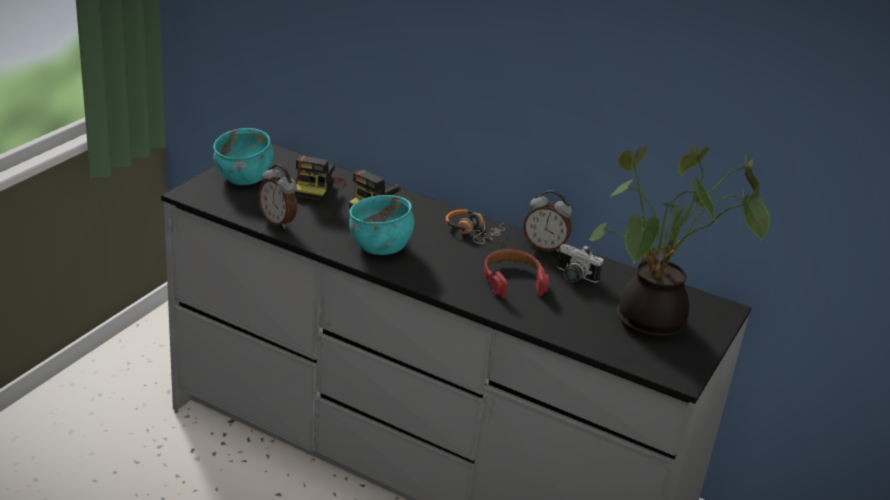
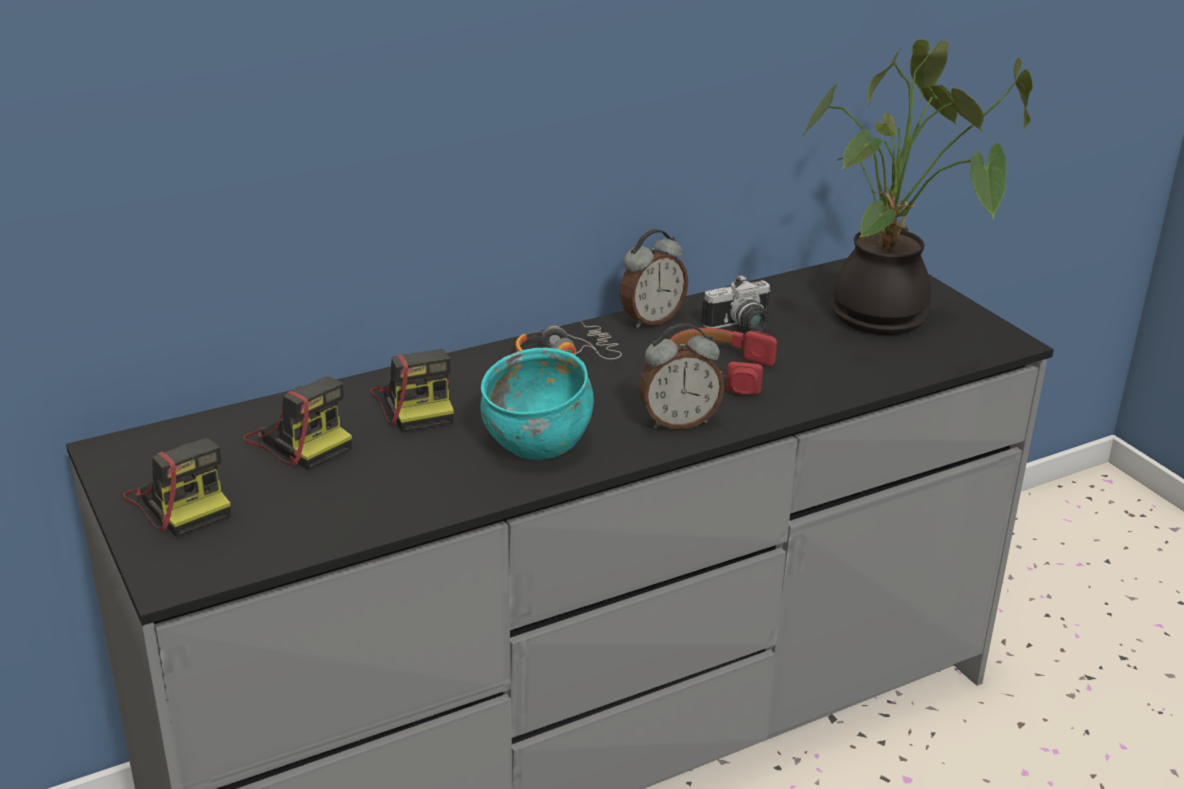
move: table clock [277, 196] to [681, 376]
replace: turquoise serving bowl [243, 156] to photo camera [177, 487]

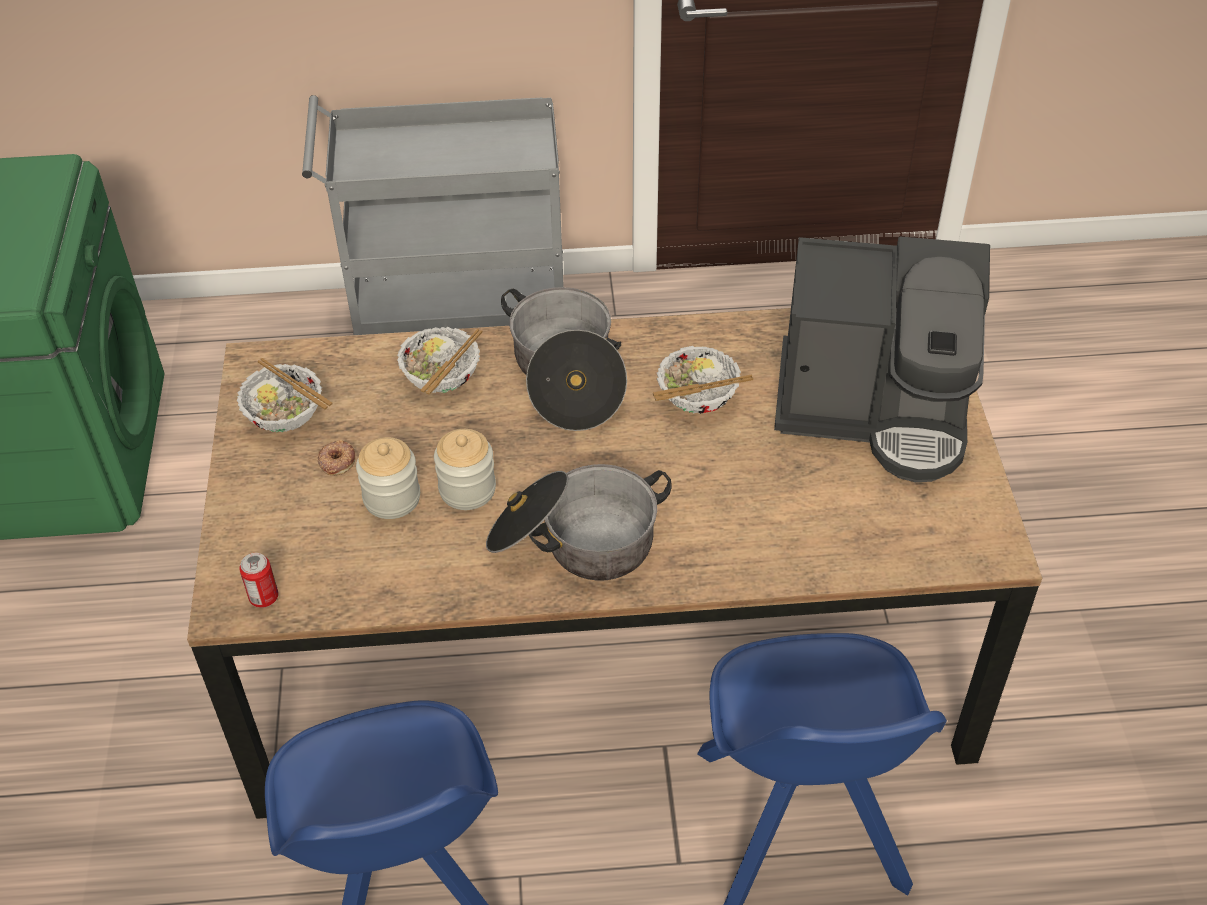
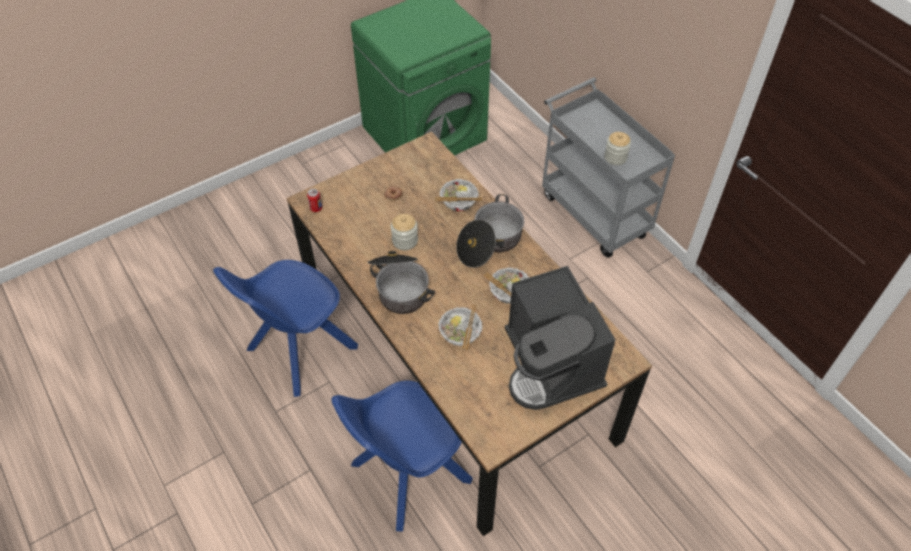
move: serving bowl [284, 395] to [460, 327]; preserve jar [388, 478] to [617, 148]

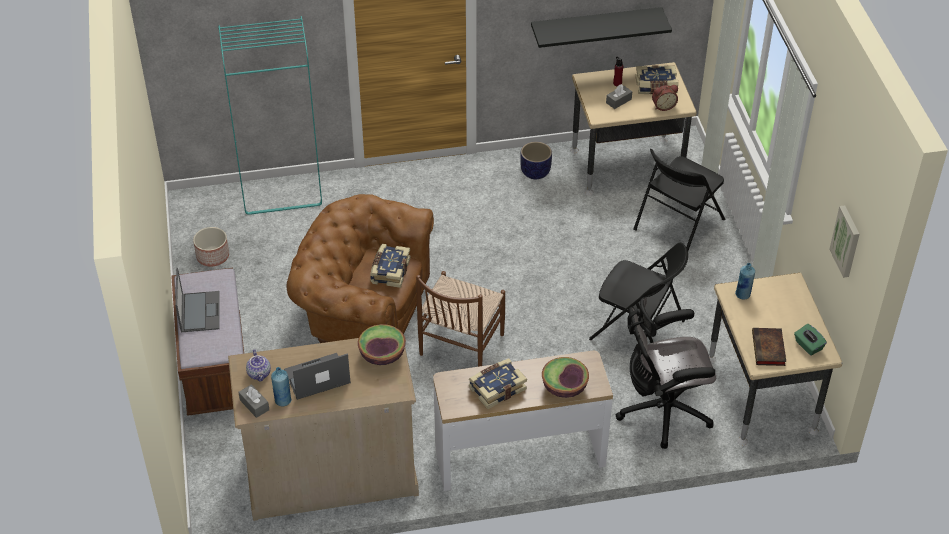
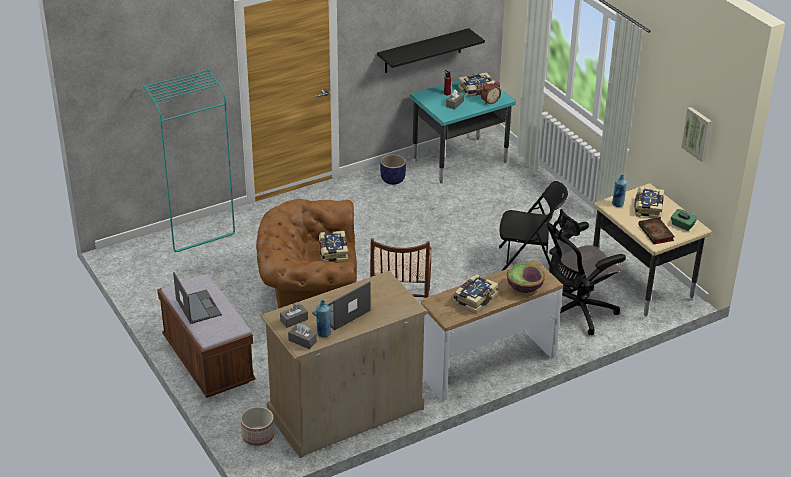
delete: serving bowl [382, 344]; blackish chair [679, 200]
insert: volume [649, 203]
move: flower pot [211, 246] to [257, 426]
replace: teapot [258, 365] to greyish box of tissues [294, 316]
recolor: beige-coloured desk table [633, 128] to turquoise desk table [462, 133]

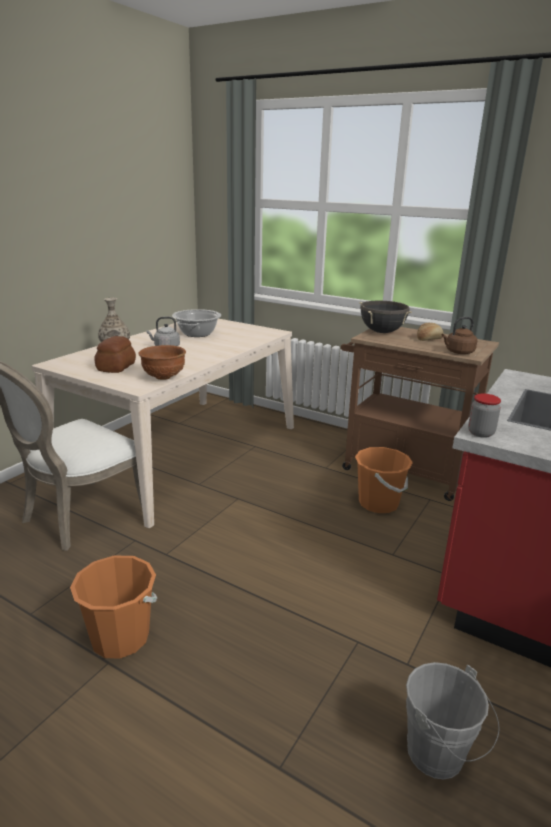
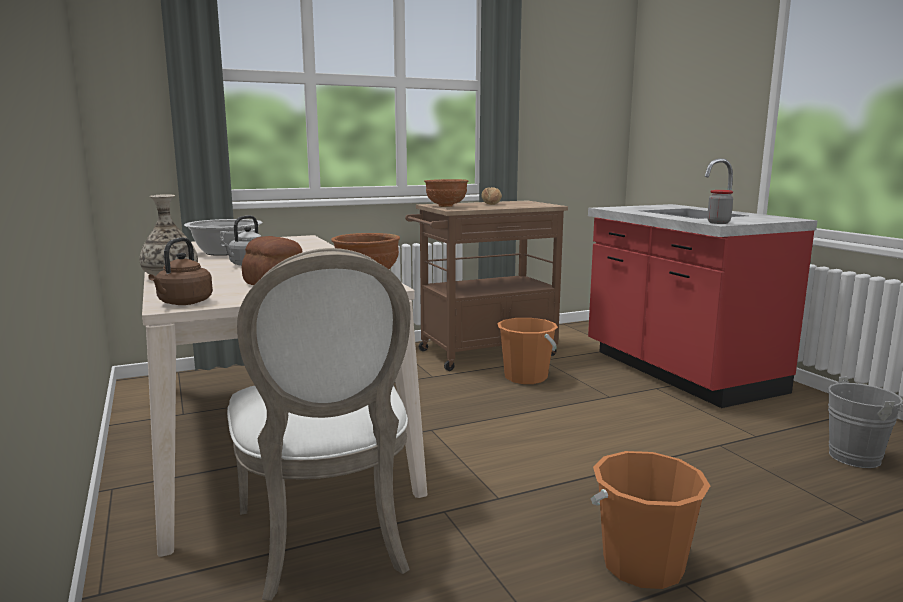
move: brown tea kettle [460, 335] to [180, 271]
replace: blackish stockpot [385, 317] to brown serving bowl [446, 193]

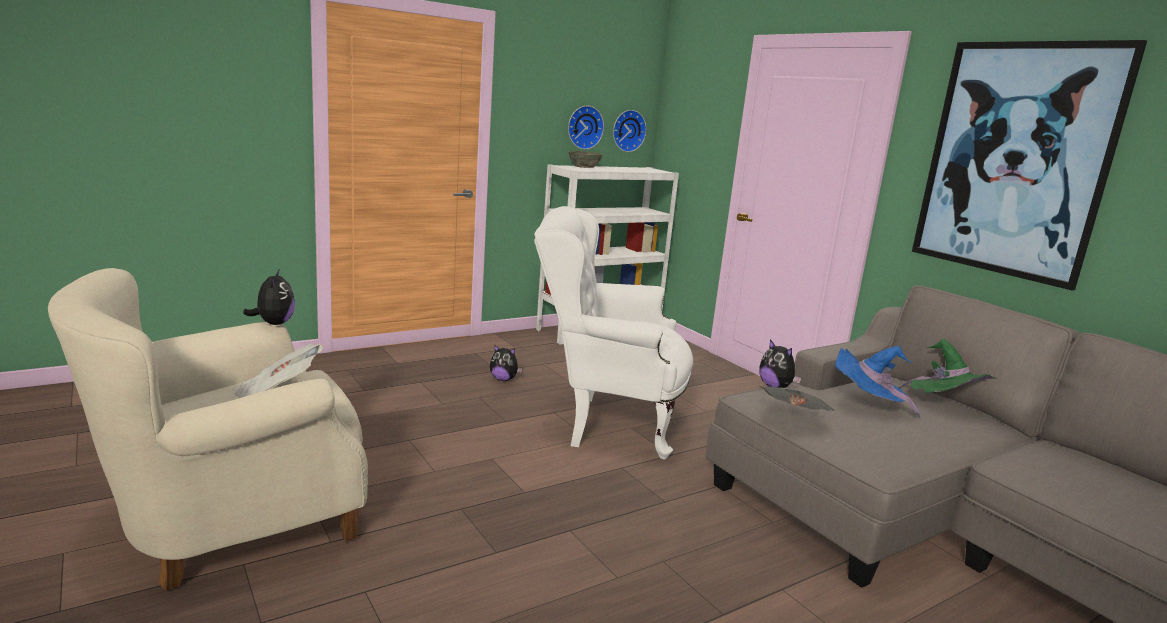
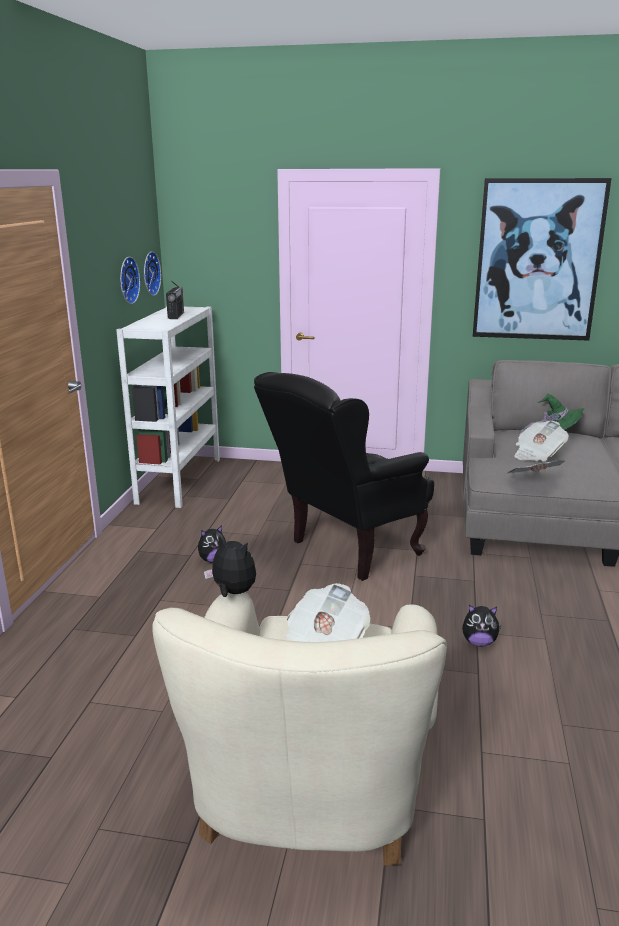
delete: greyish serving bowl [586, 159]
insert: radio receiver [175, 300]
move: plush toy [780, 363] to [481, 625]
replace: bluish wearable hat [878, 383] to newspaper [541, 441]
recolor: whitish armchair [613, 333] to blackish armchair [344, 476]

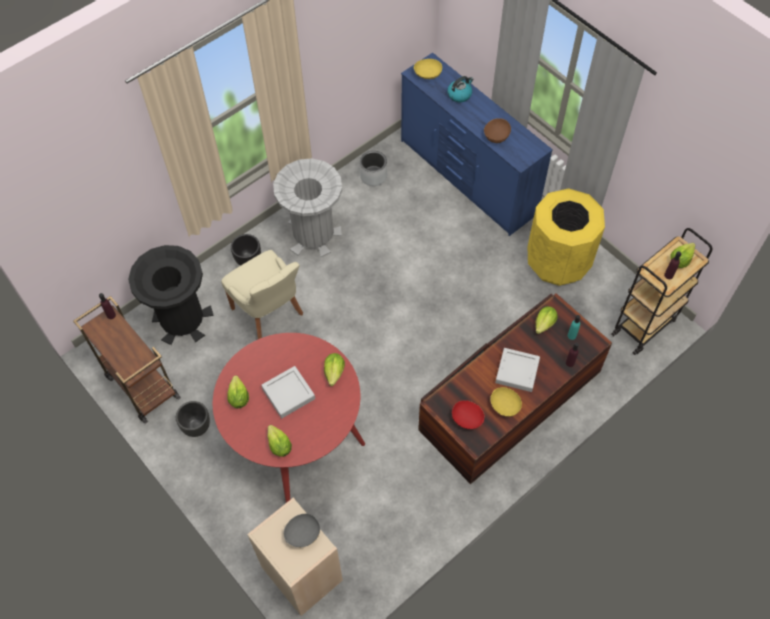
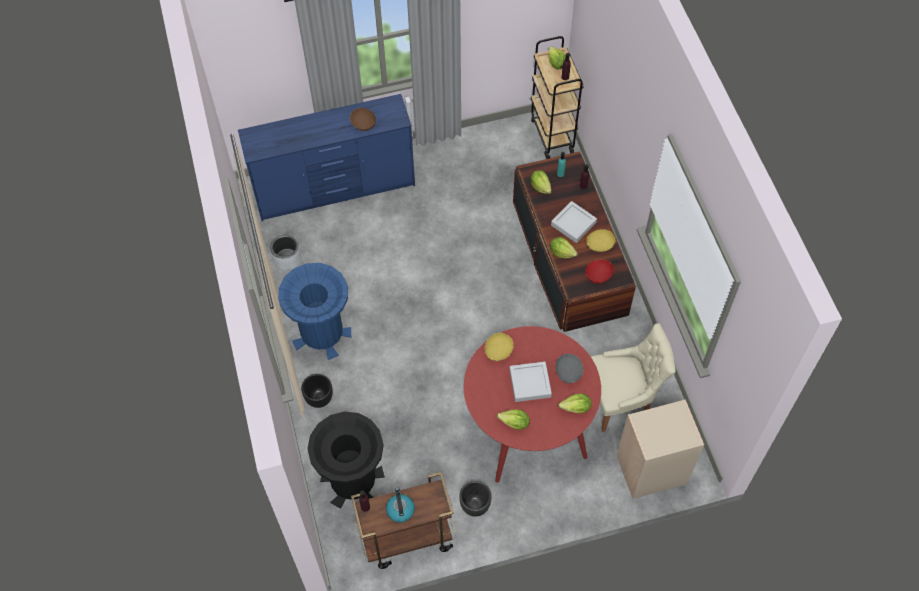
delete: yellow waste bin [566, 237]
move: tea kettle [460, 89] to [400, 505]; yellow serving bowl [428, 69] to [499, 347]; lettuce [334, 369] to [564, 247]; greyish serving bowl [302, 531] to [569, 368]; beige-coloured chair [262, 294] to [633, 377]
recolor: greyish waste bin [307, 207] to bluish waste bin [314, 311]

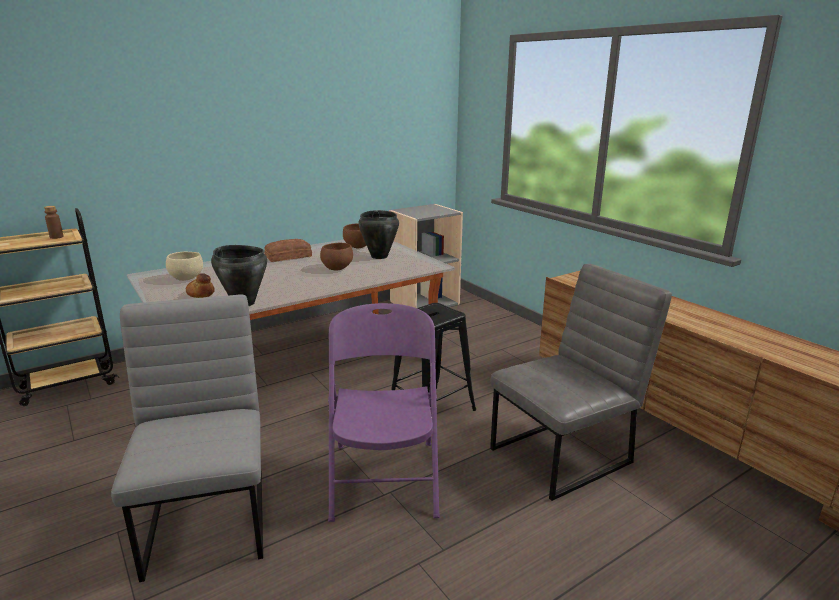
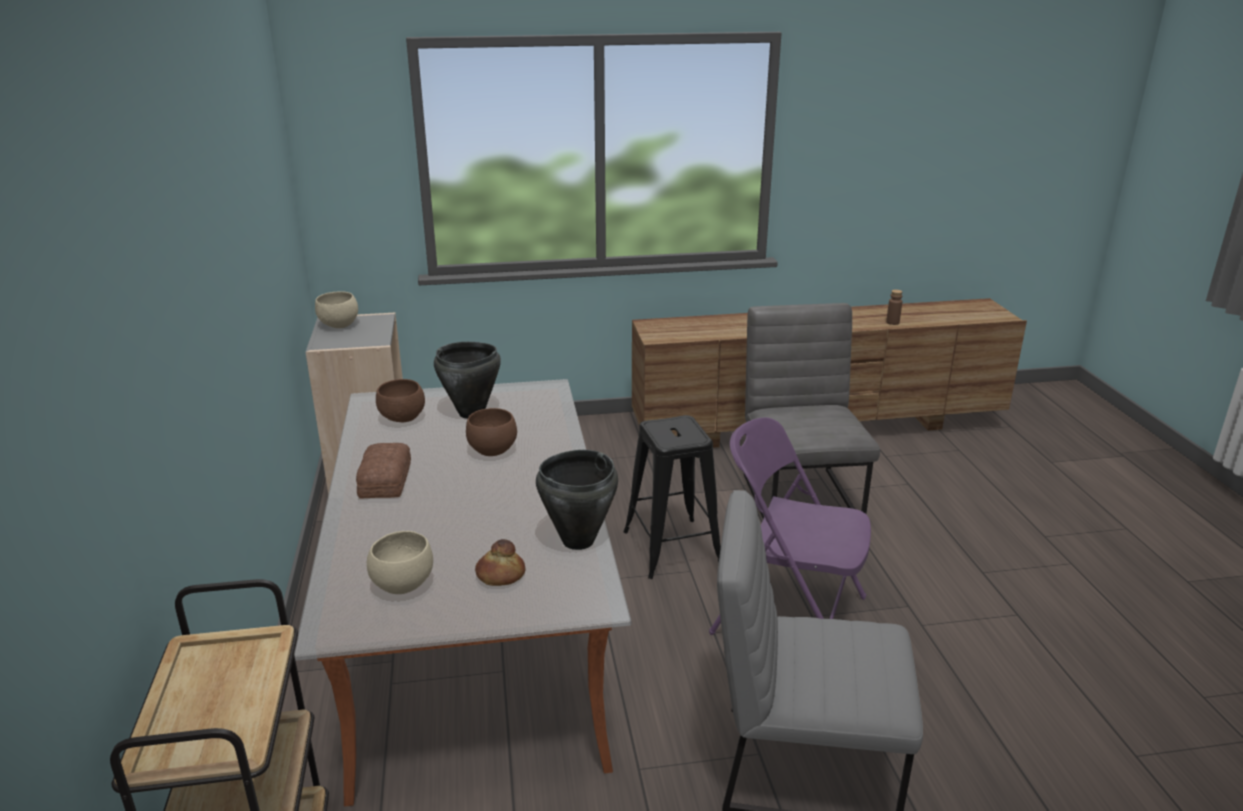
insert: beige-coloured serving bowl [336, 309]
move: brown beverage bottle [54, 222] to [894, 307]

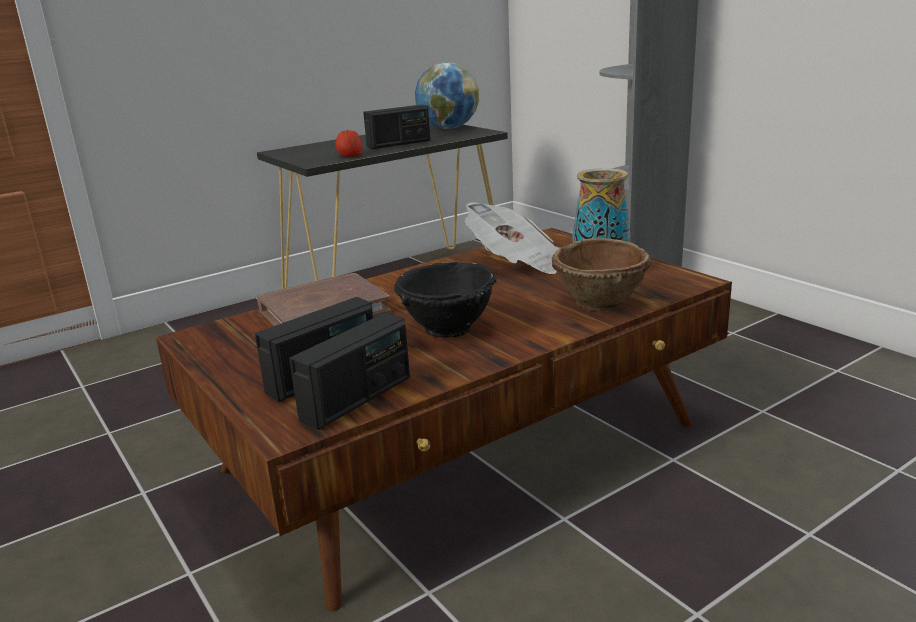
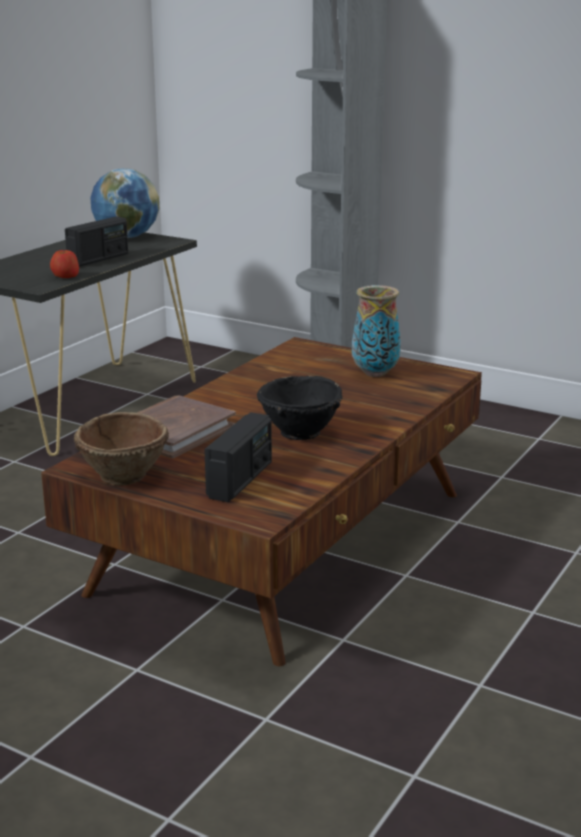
delete: radio receiver [349, 371]; newspaper [511, 238]
move: brown serving bowl [601, 274] to [121, 448]

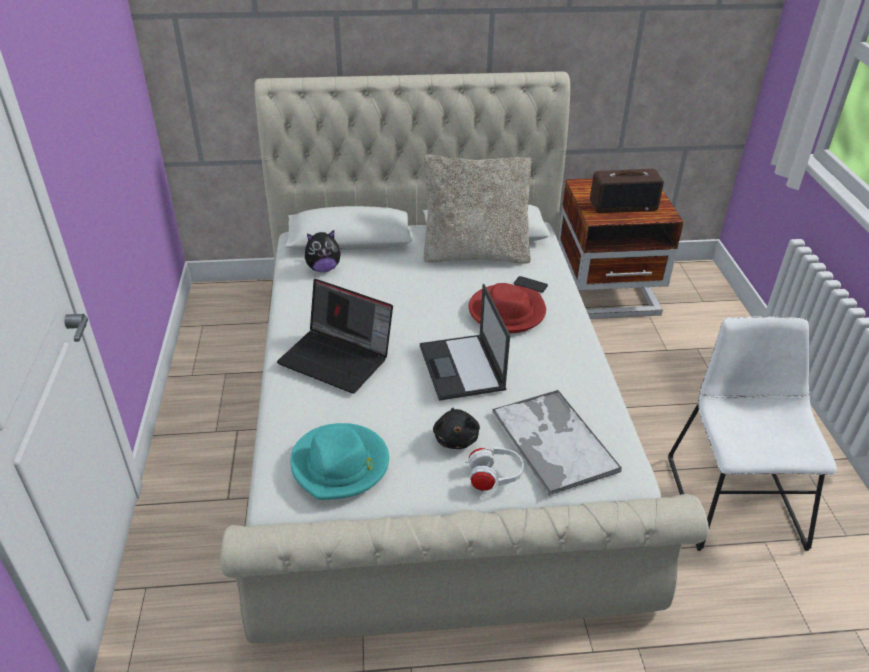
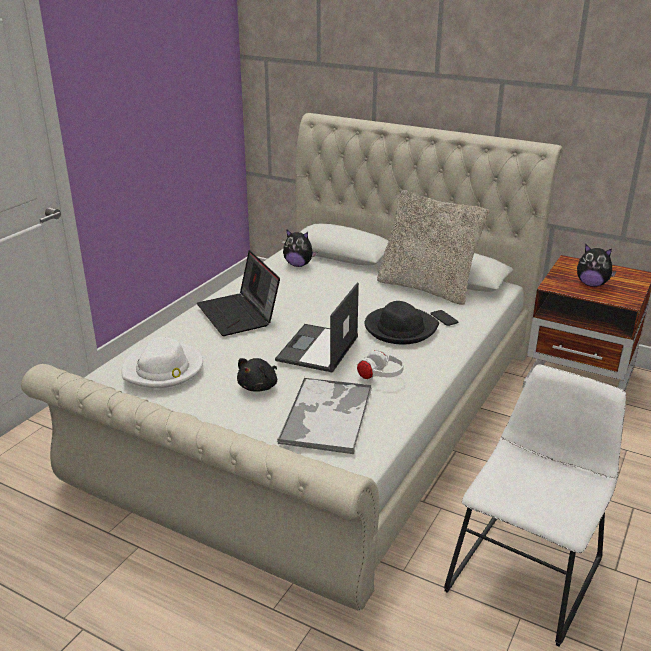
move: whitish pair of headphones [494, 469] to [380, 365]
replace: radio receiver [627, 191] to plush toy [596, 266]
recolor: turquoise wearable hat [339, 461] to whitish wearable hat [162, 362]; red wearable hat [507, 308] to blackish wearable hat [402, 322]

